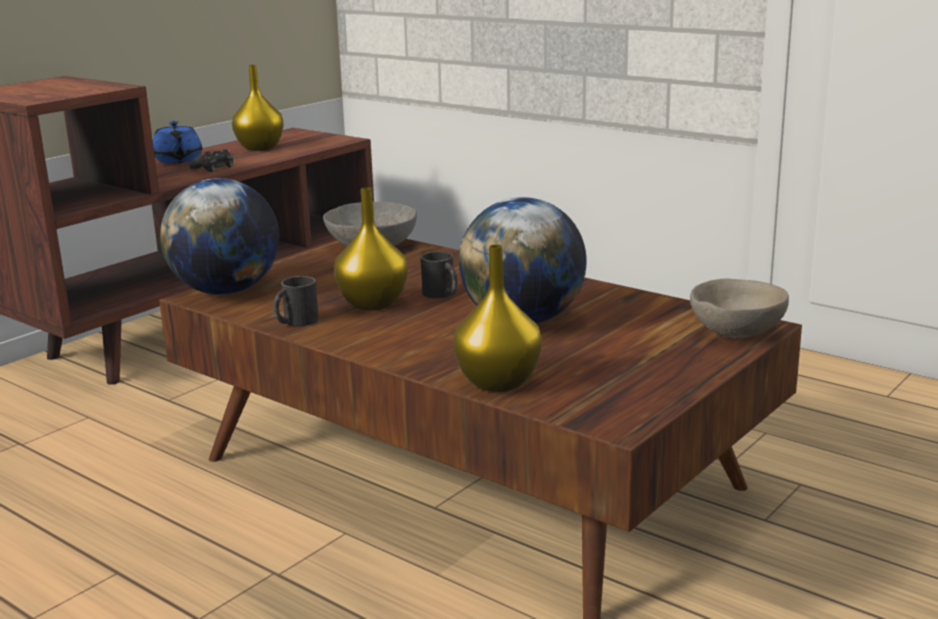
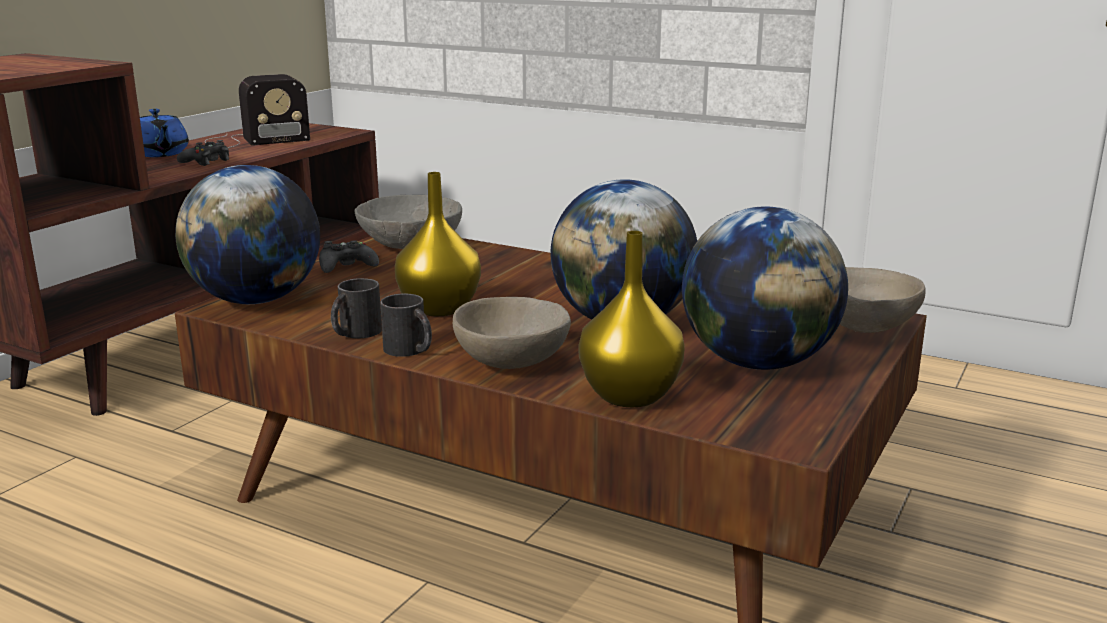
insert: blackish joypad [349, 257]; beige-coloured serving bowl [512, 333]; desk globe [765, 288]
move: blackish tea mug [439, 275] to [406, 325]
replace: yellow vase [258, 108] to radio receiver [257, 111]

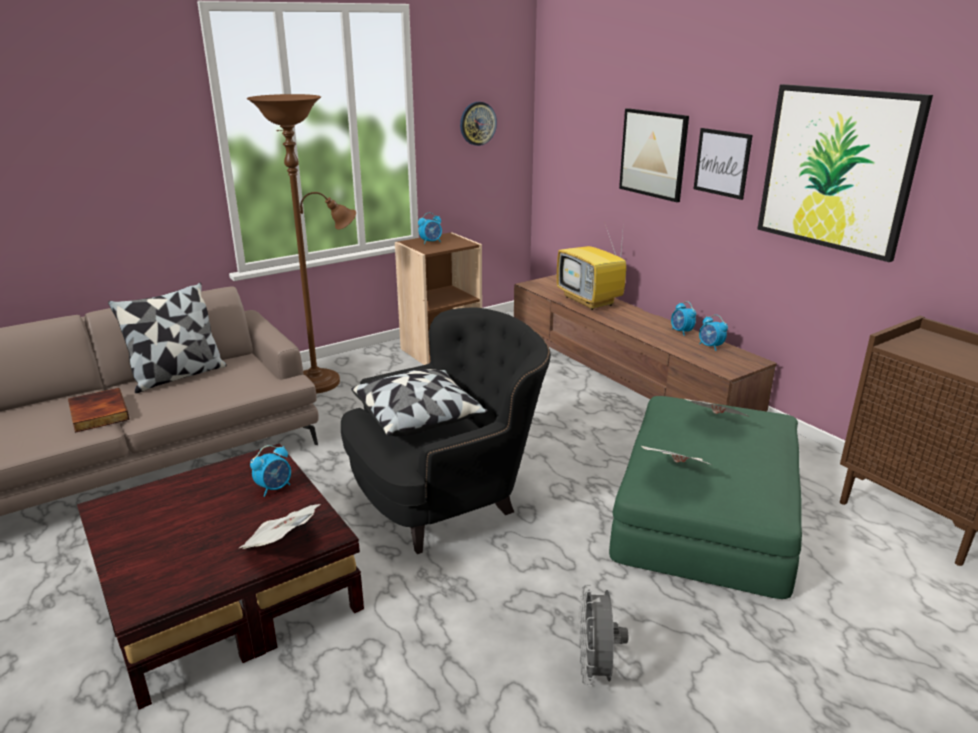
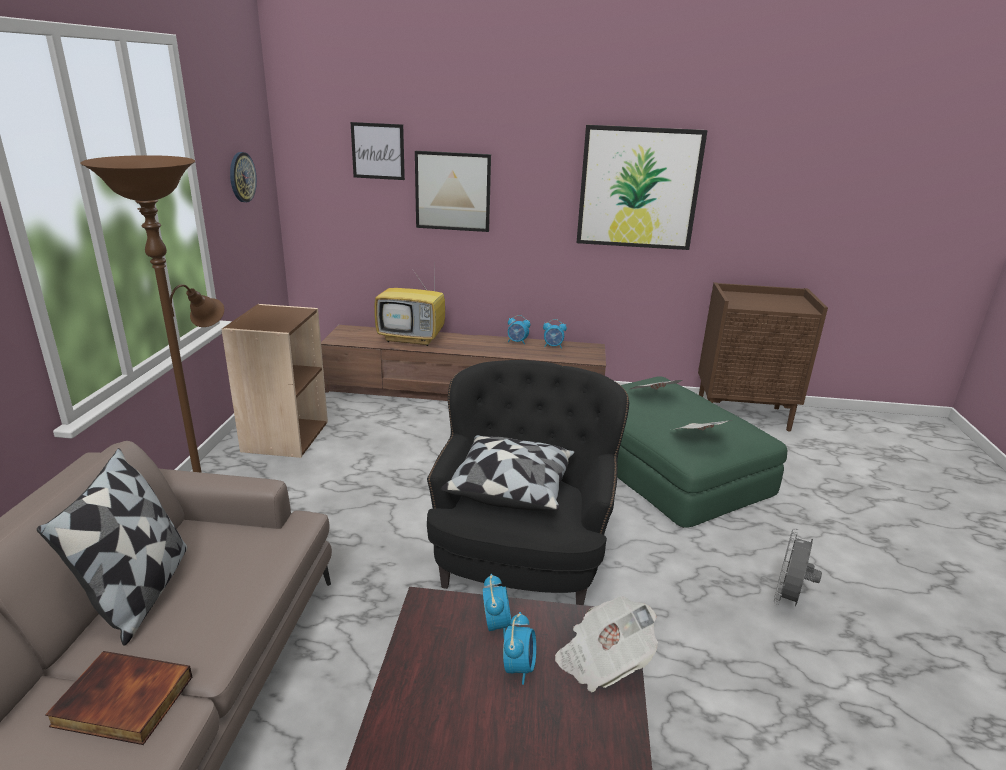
move: picture [723, 164] to [378, 151]; table clock [430, 229] to [519, 648]
rotate: greyish electric fan [603, 635] = [798, 567] 75 degrees clockwise

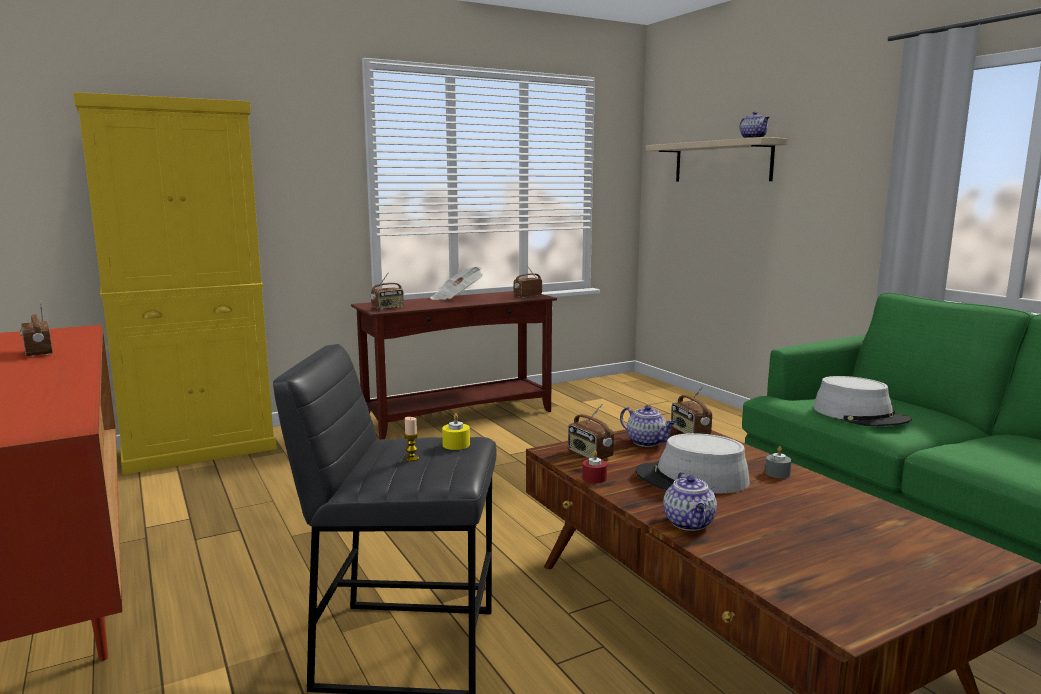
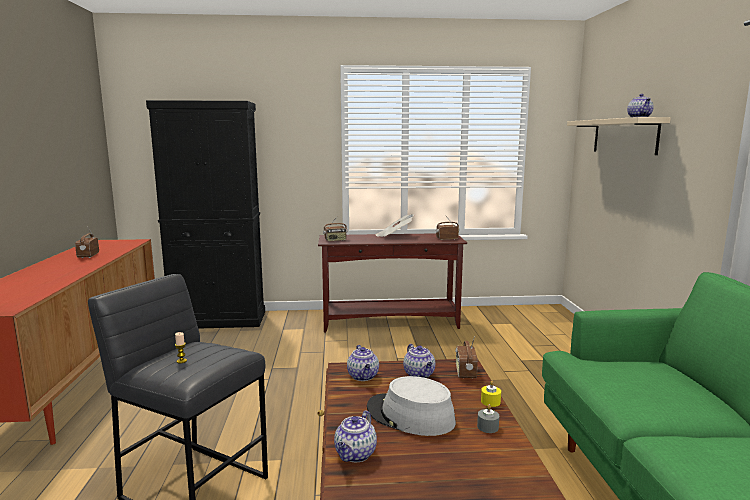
delete: red candle [594, 467]; greyish wearable hat [862, 401]
move: yellow candle [456, 431] to [491, 394]
replace: radio receiver [591, 431] to teapot [363, 363]
recolor: yellow cabinet [175, 283] to blackish cabinet [205, 214]

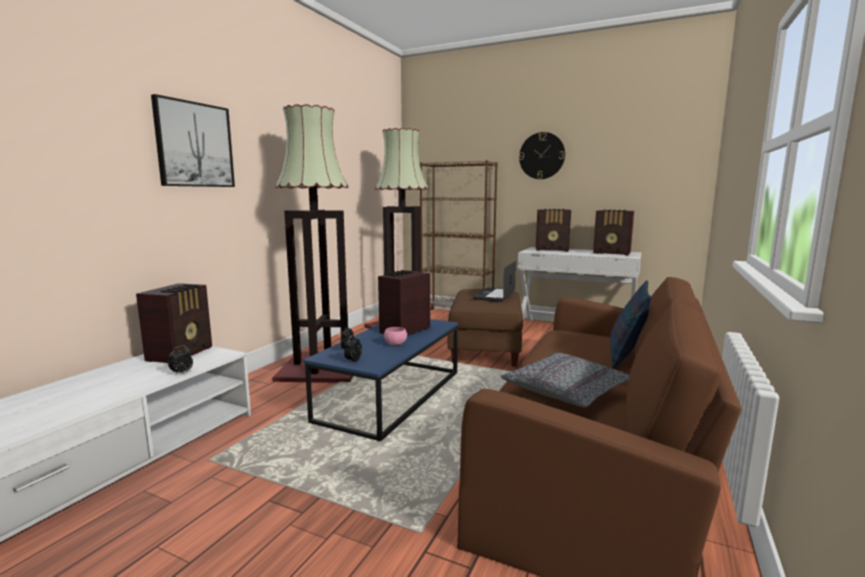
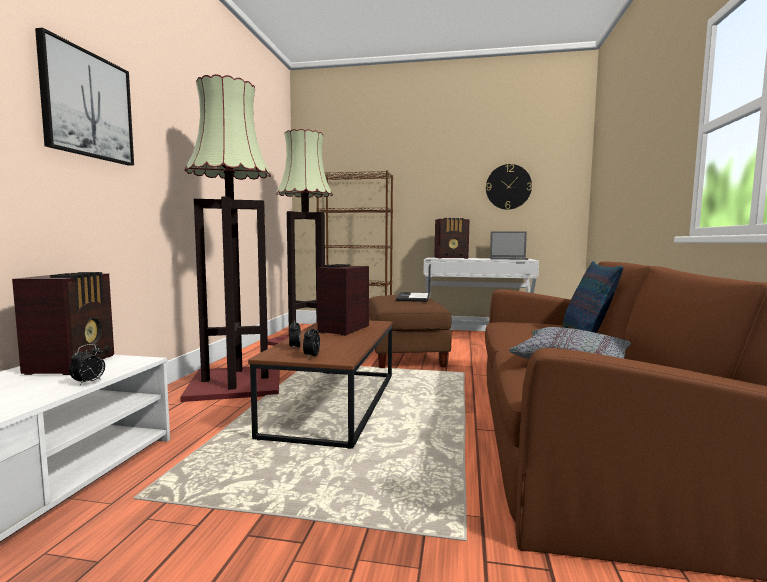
delete: pink serving bowl [395, 336]
move: clock on the wall [542, 155] to [509, 187]
replace: radio receiver [613, 232] to notebook computer [509, 246]
recolor: bluish coffee table [380, 380] to brown coffee table [320, 385]

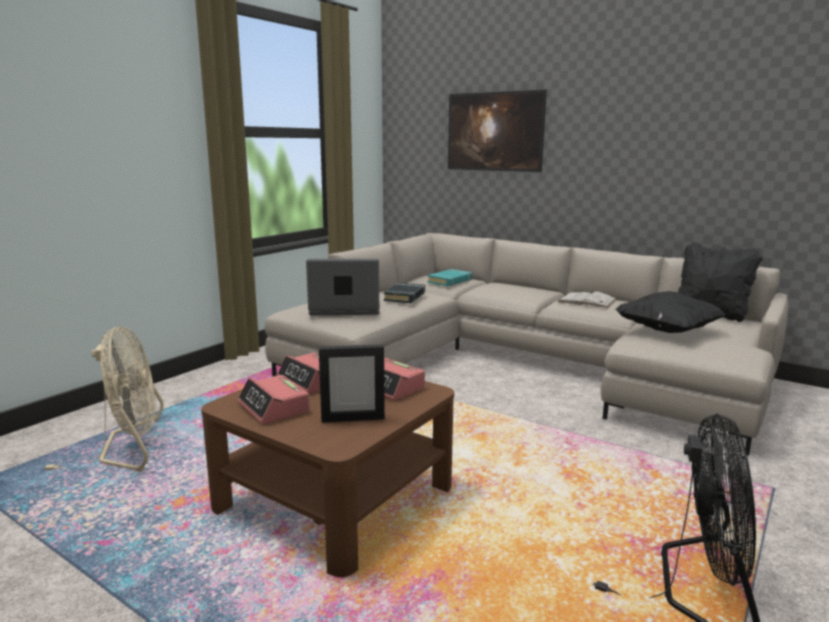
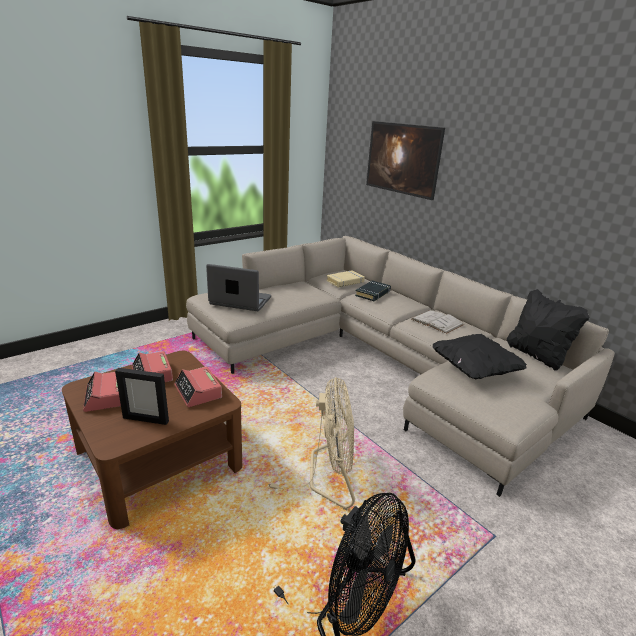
move: beige-coloured electric fan [103, 399] to [312, 444]; blackish volume [404, 293] to [373, 291]
recolor: turquoise volume [449, 277] to beige-coloured volume [345, 278]

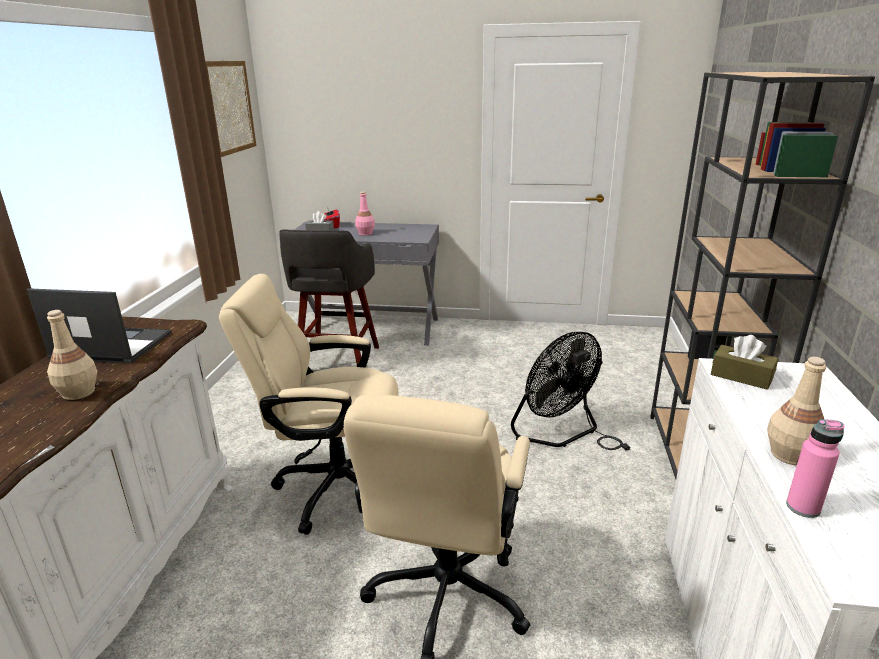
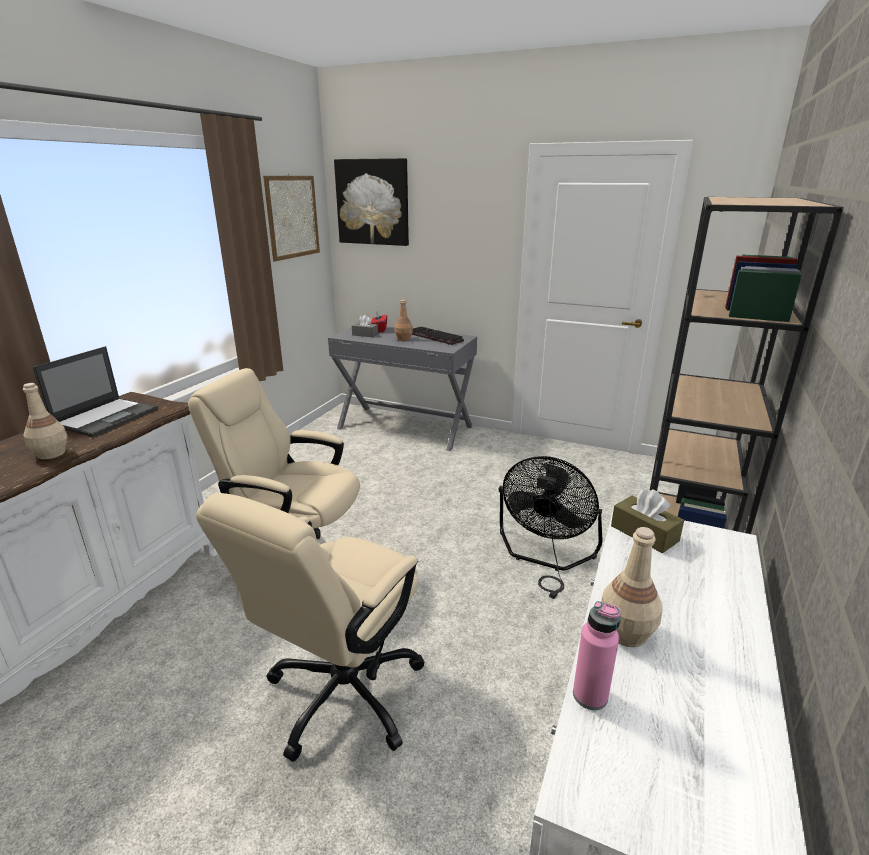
delete: greyish sitting stool [329, 298]
insert: picture [371, 202]; computer keyboard [438, 336]
recolor: pink beverage bottle [365, 213] to brown beverage bottle [404, 320]
rotate: notebook computer [99, 326] = [95, 391] 90 degrees clockwise; blackish electric fan [570, 391] = [551, 527] 45 degrees clockwise

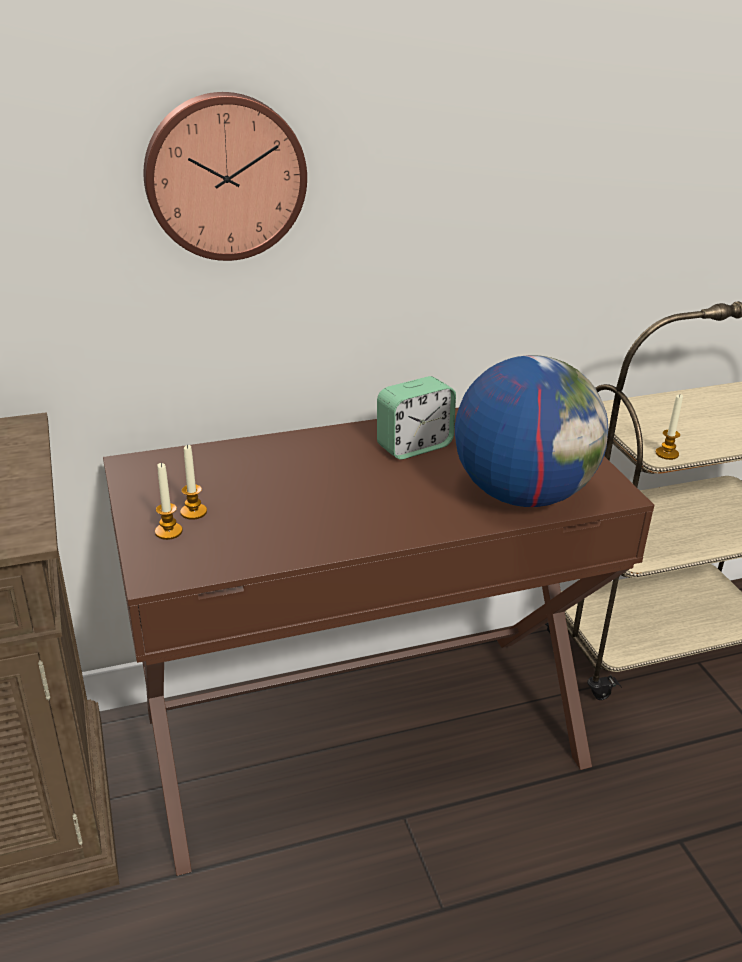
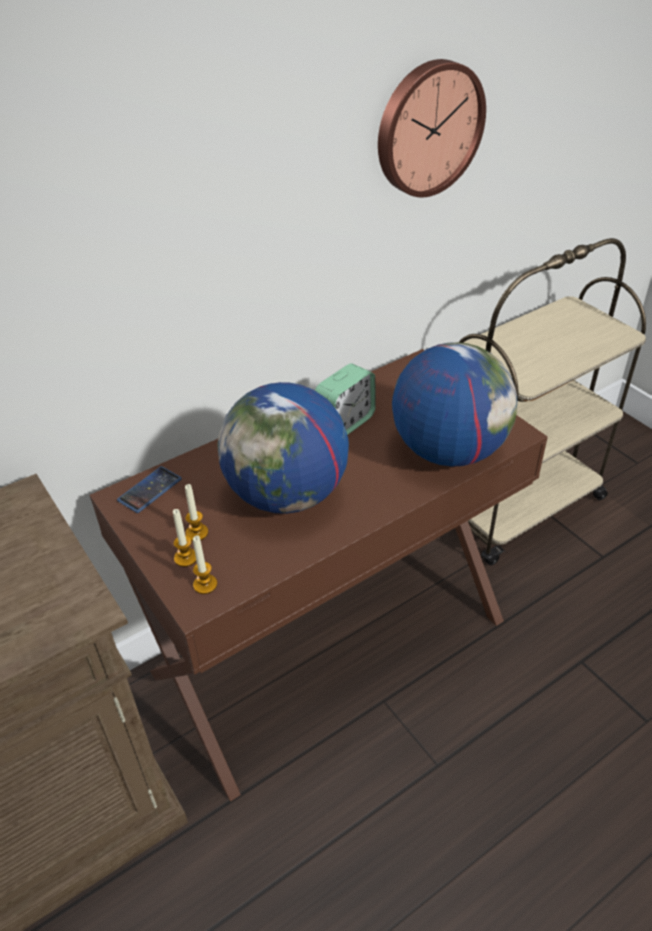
insert: handset [149, 489]; desk globe [283, 448]
move: candle [669, 427] to [205, 564]; clock on the wall [225, 176] to [432, 128]

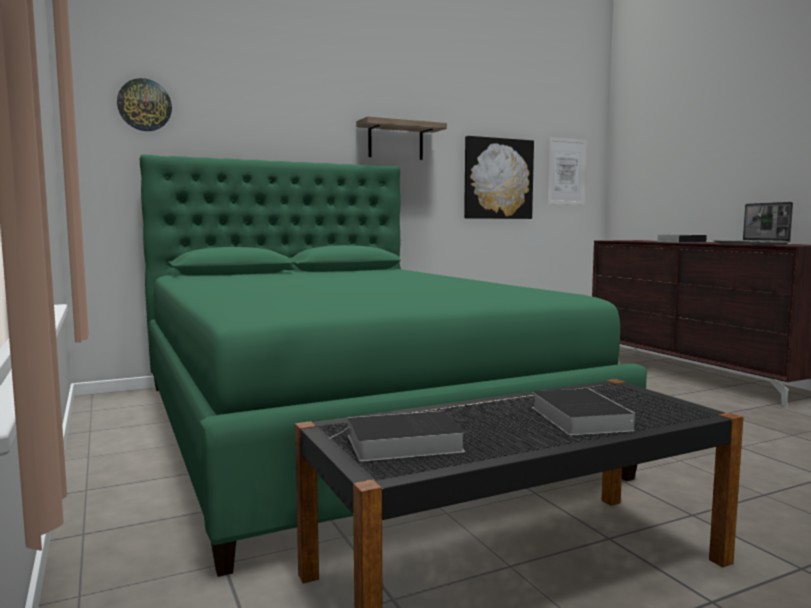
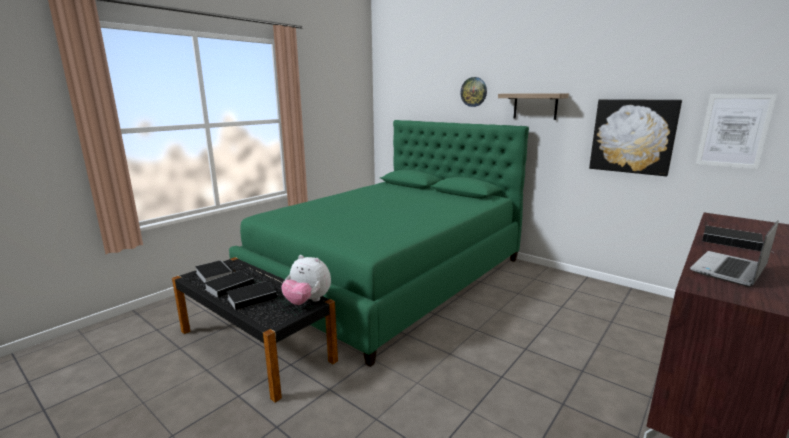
insert: volume [231, 284]; plush toy [306, 280]
move: clock on the wall [144, 104] to [473, 92]

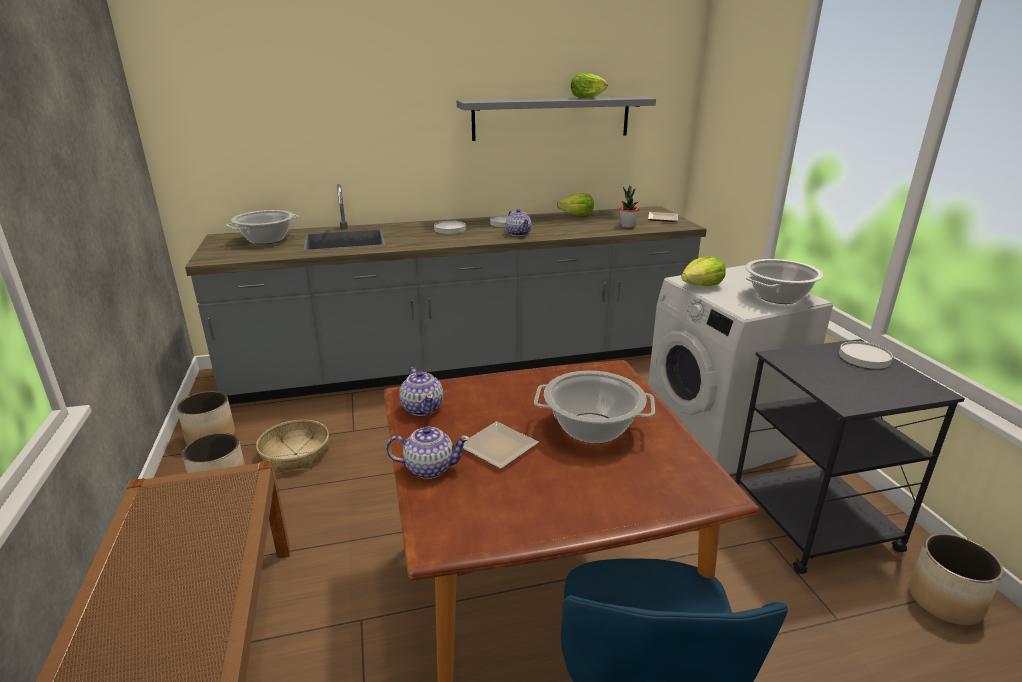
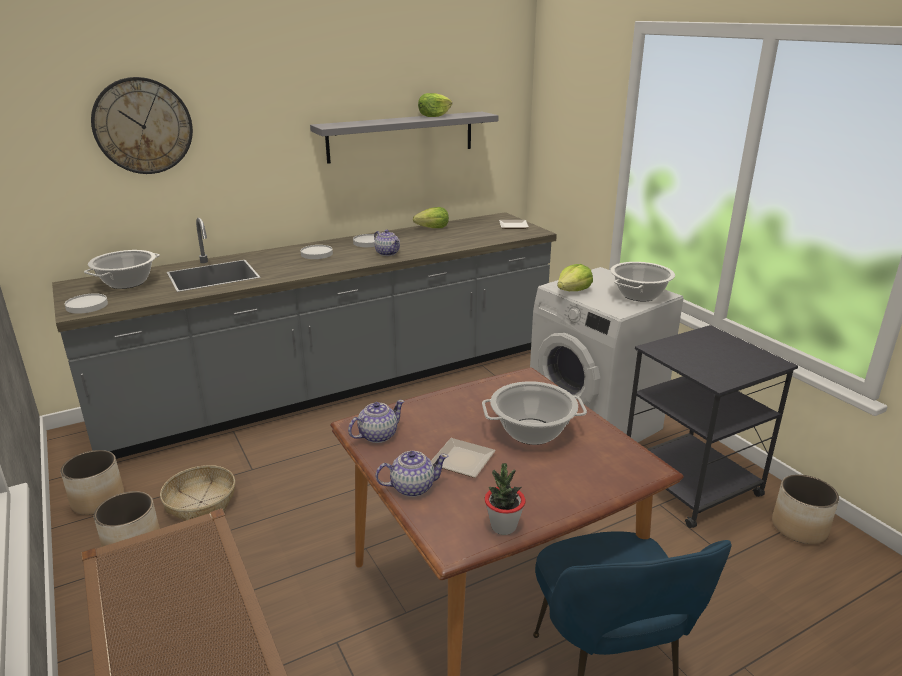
insert: clock on the wall [142, 125]
move: whitish dinner plate [866, 355] to [86, 303]; plant in a pot [629, 207] to [505, 499]
rotate: teapot [421, 391] = [376, 421] 90 degrees counterclockwise

